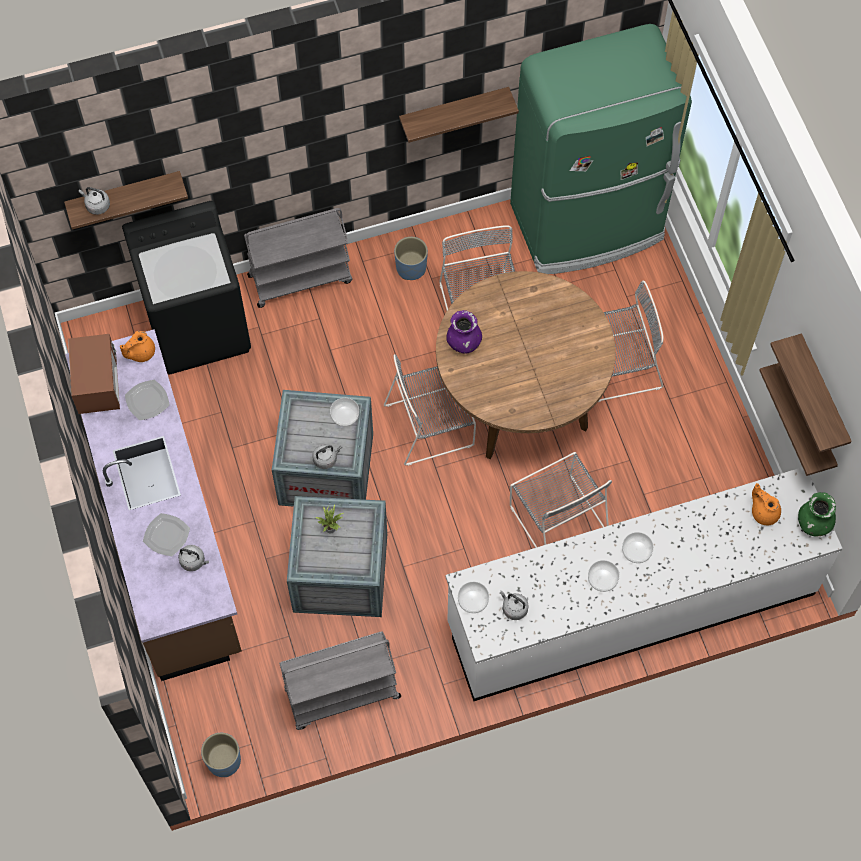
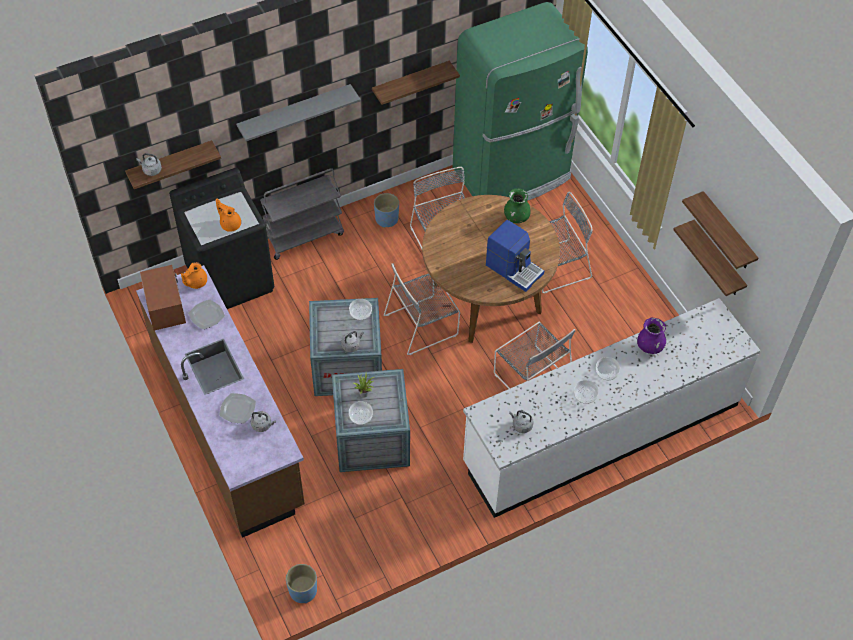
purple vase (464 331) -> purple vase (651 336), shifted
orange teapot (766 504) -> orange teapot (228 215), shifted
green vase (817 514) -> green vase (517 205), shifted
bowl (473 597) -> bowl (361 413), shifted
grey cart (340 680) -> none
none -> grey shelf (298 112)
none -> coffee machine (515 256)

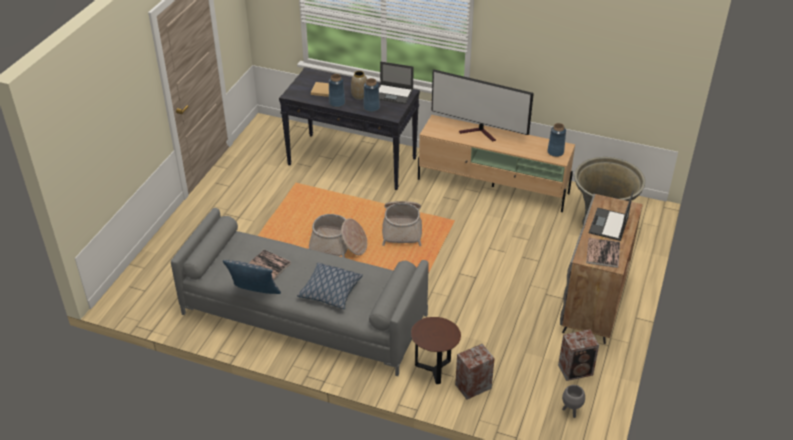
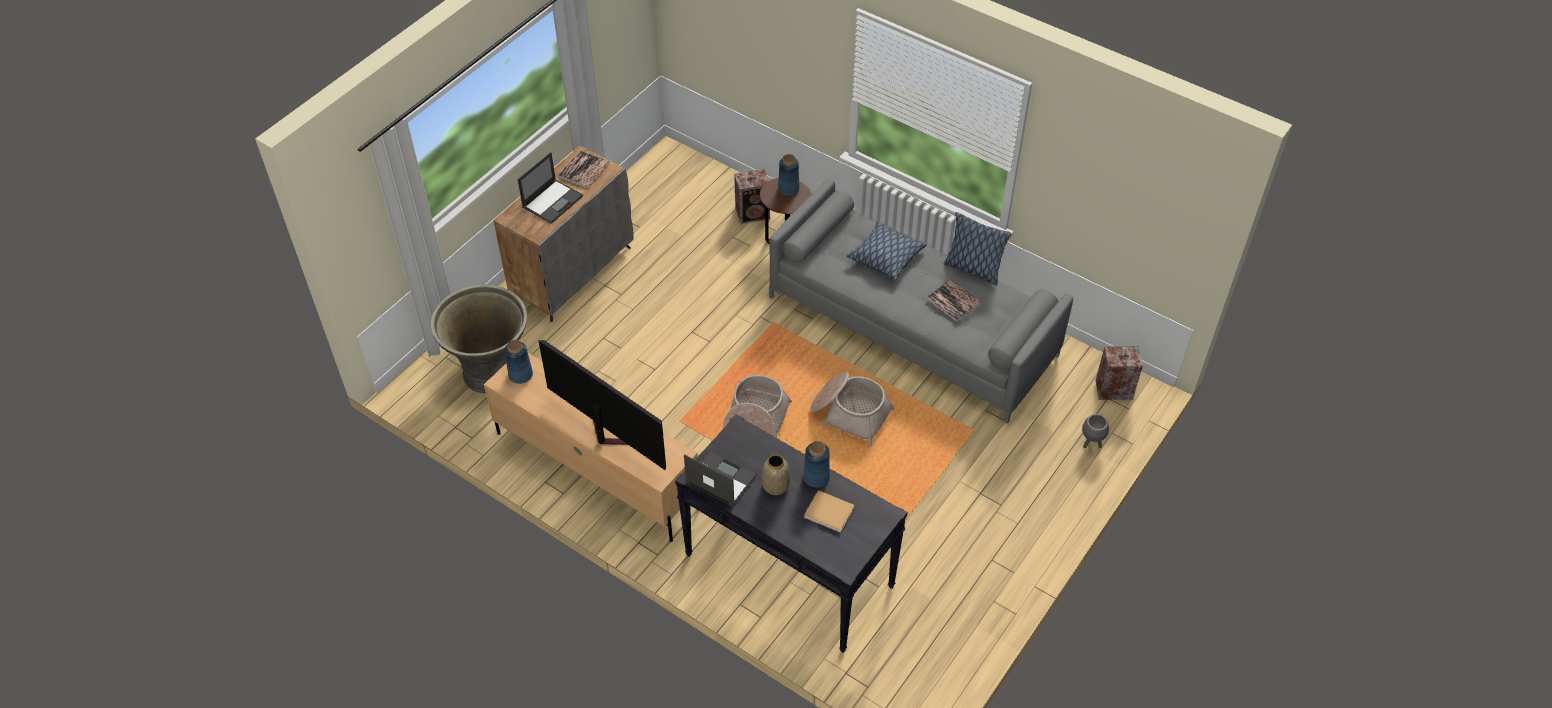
blue vase (371 95) -> blue vase (788 175), shifted
speaker (578 355) -> speaker (1119 373), shifted
grey planter (573 401) -> grey planter (1095 431), shifted

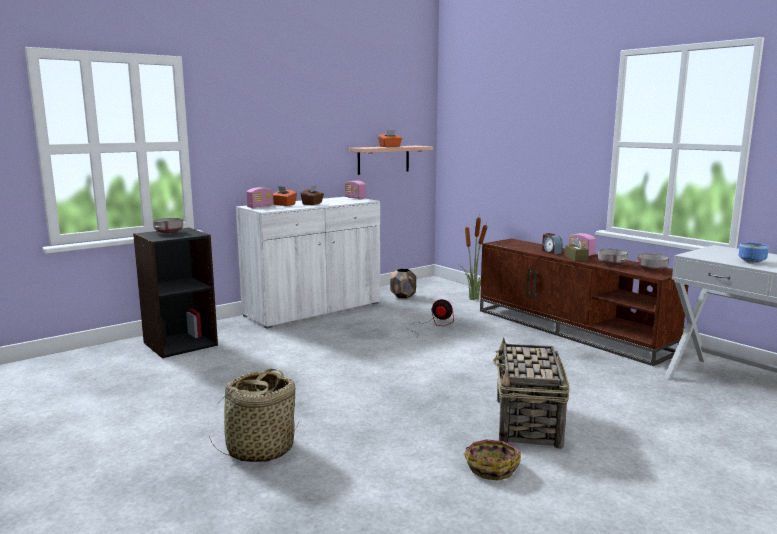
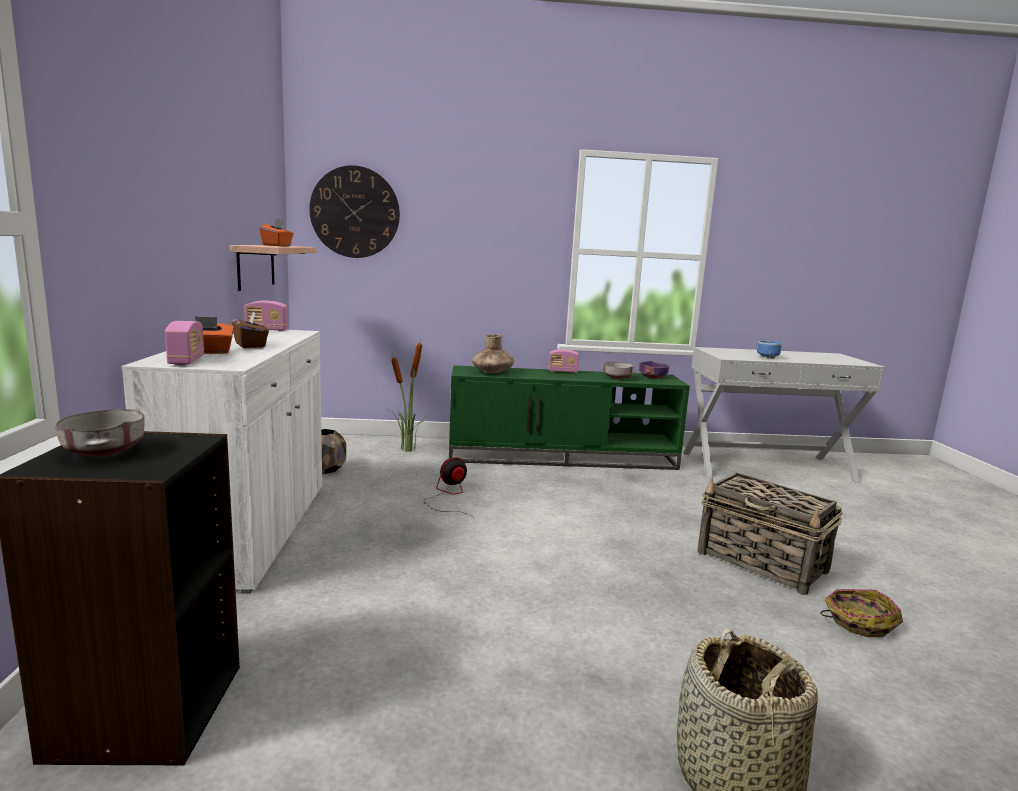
alarm clock (552 243) -> none
brown tissue box (577 249) -> none
brown tv stand (584 302) -> green tv stand (569 417)
grey bowl (653 262) -> purple bowl (654 370)
none -> wall clock (354 211)
none -> brown vase (493 354)

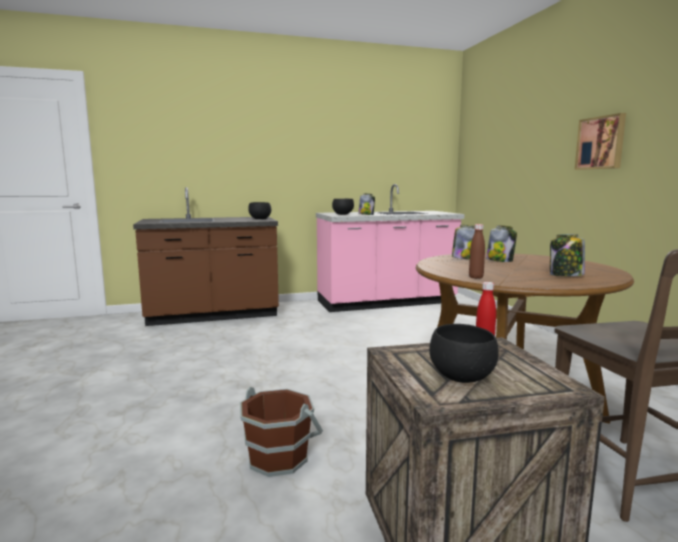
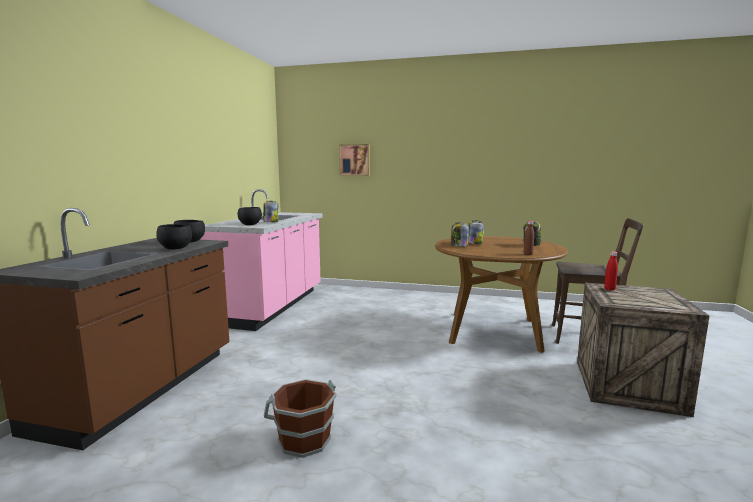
picture (600 141) -> picture (354 160), shifted
black bowl (464 353) -> black bowl (174 236), shifted
brown bucket (281 432) -> brown bucket (300 418), shifted

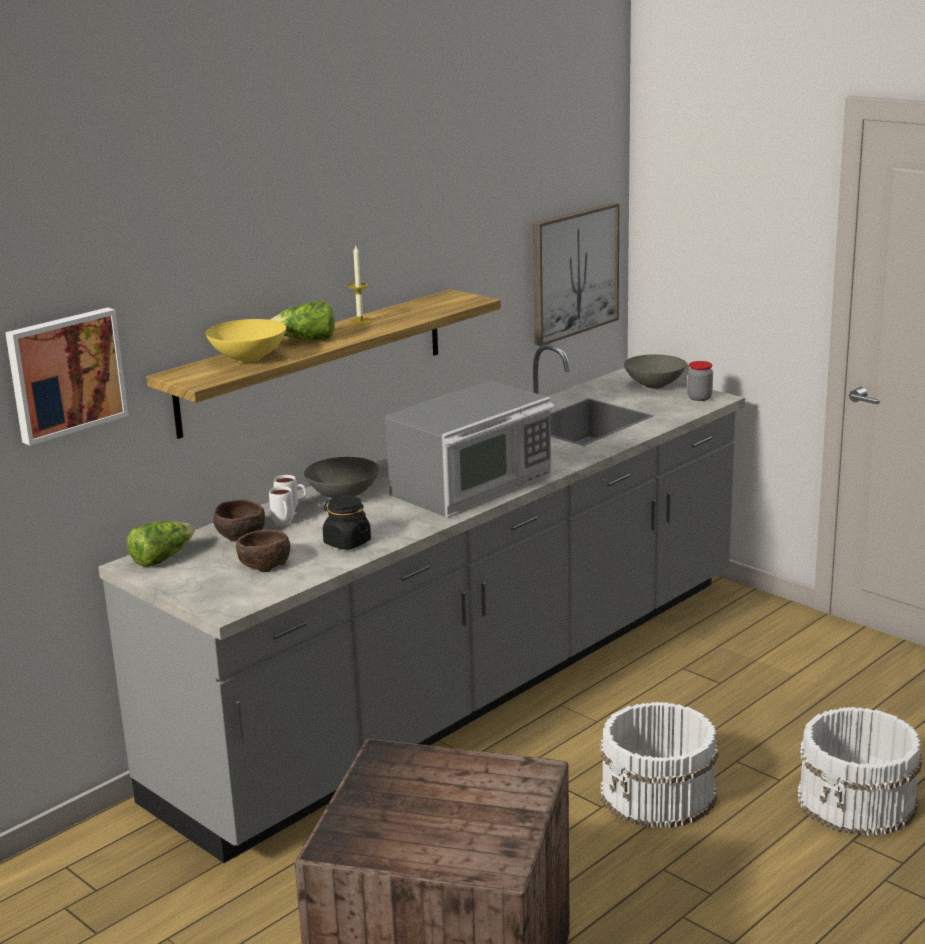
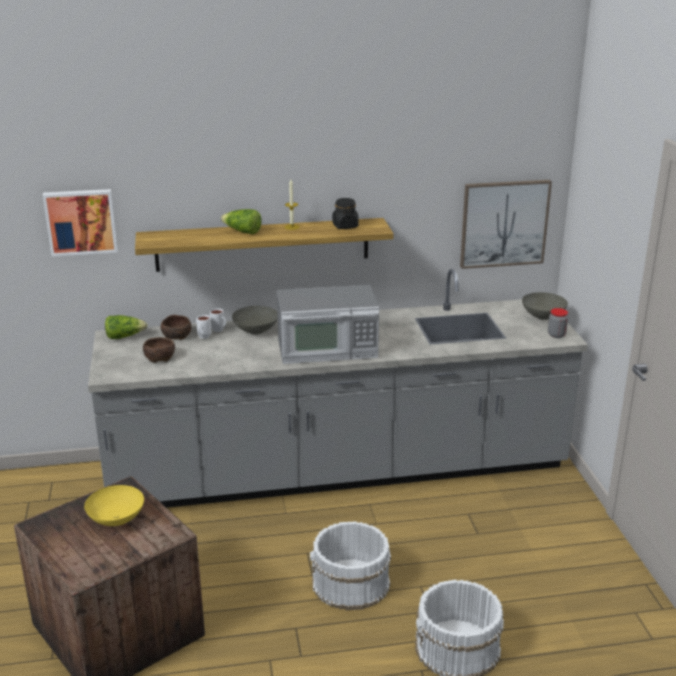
yellow bowl (246 341) -> yellow bowl (114 505), shifted
black jar (347 522) -> black jar (345 213), shifted

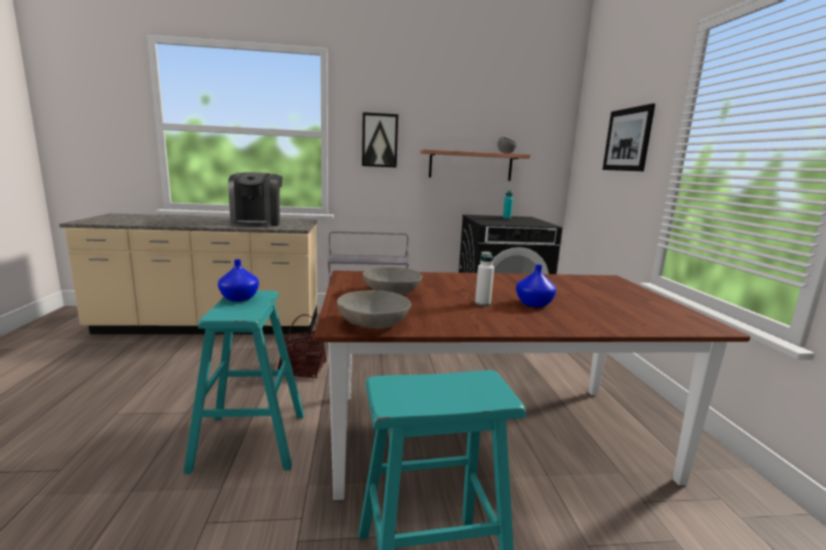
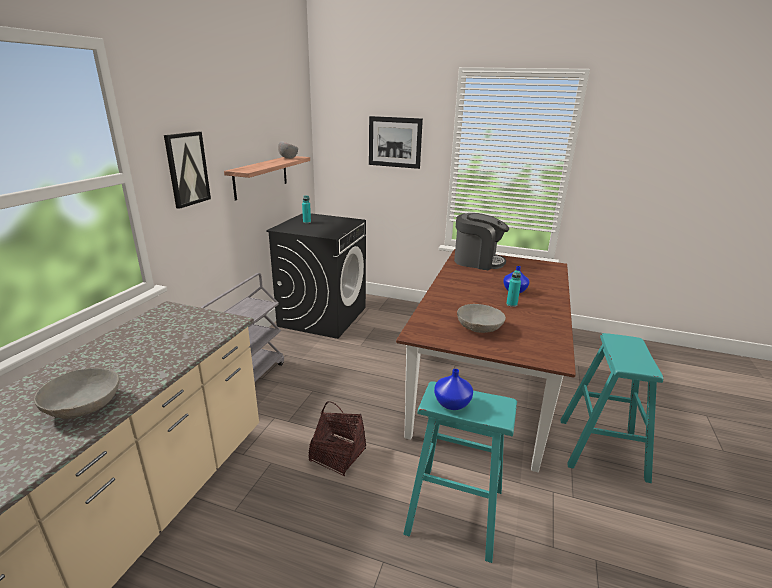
coffee machine (255 199) -> coffee machine (481 241), shifted
white bottle (484 278) -> turquoise bottle (513 288)
grey bowl (374 309) -> grey bowl (76 393), shifted

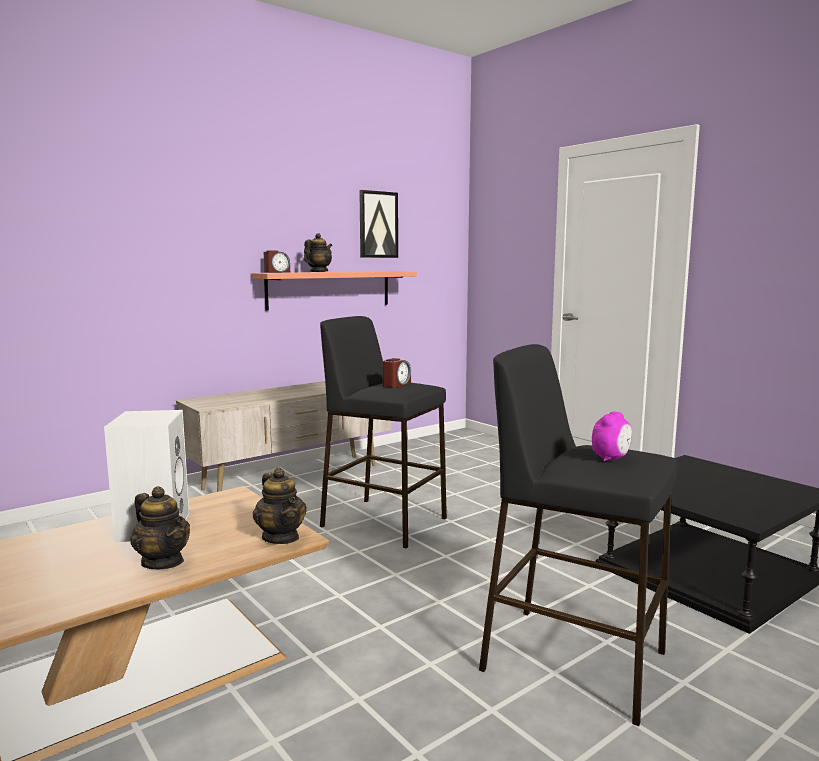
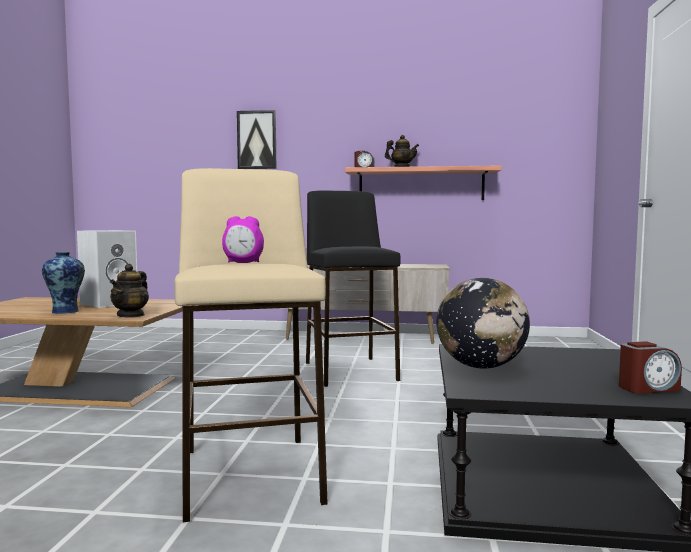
picture (378 224) -> picture (256 139), shifted
black stool (578 535) -> beige stool (251 345)
alarm clock (397 373) -> alarm clock (650 367), shifted
teapot (160 527) -> vase (63 283)
none -> globe (483 323)

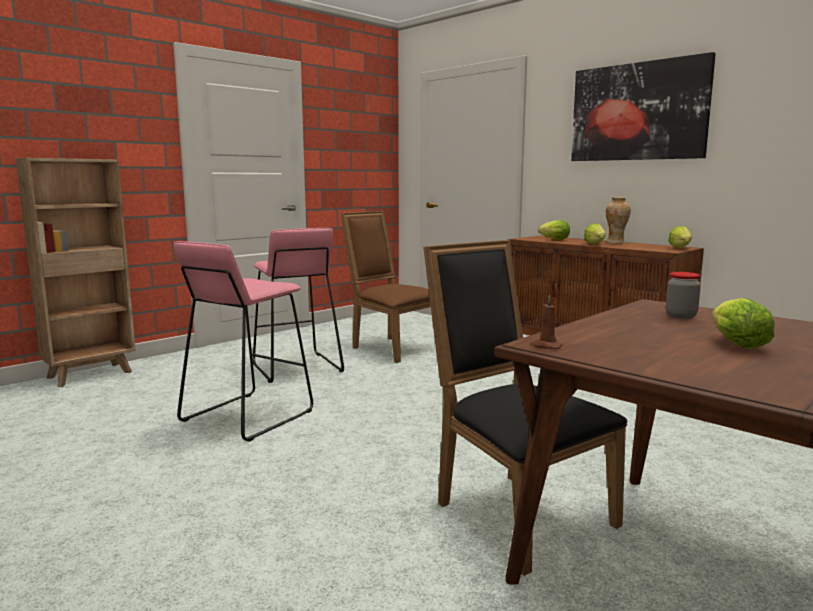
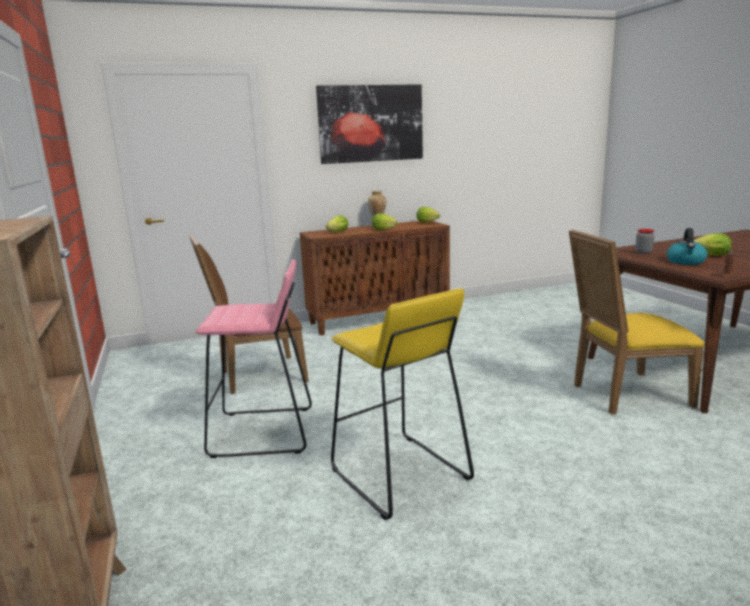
black chair (525 408) -> yellow chair (637 322)
pink stool (243 341) -> yellow stool (402 404)
none -> kettle (687 246)

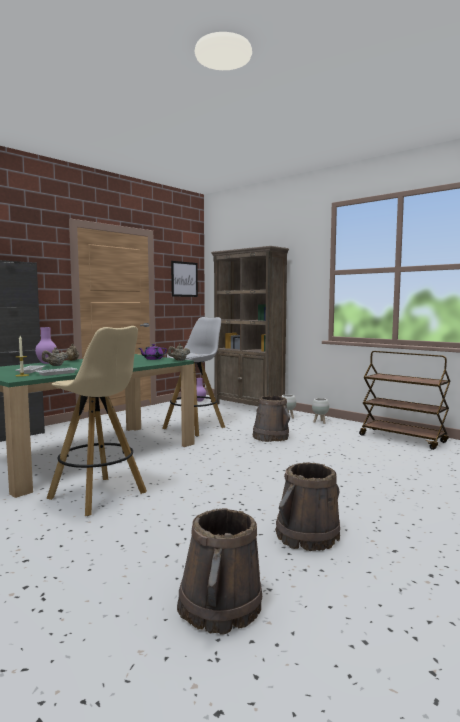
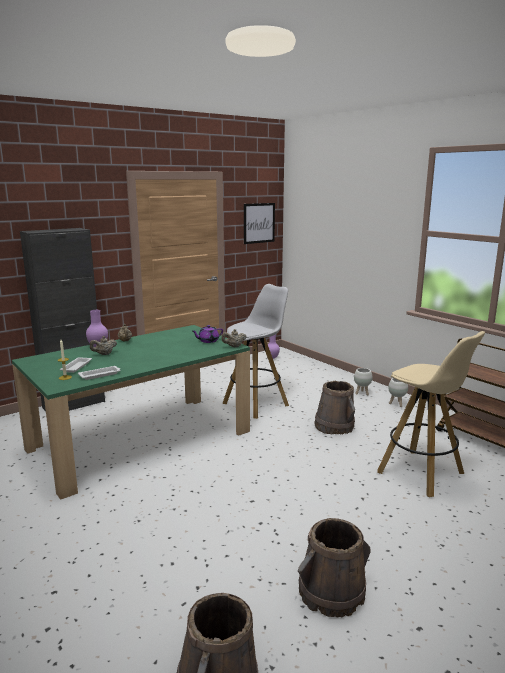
brown bookcase (250 326) -> none
beige stool (96 421) -> beige stool (431 414), shifted

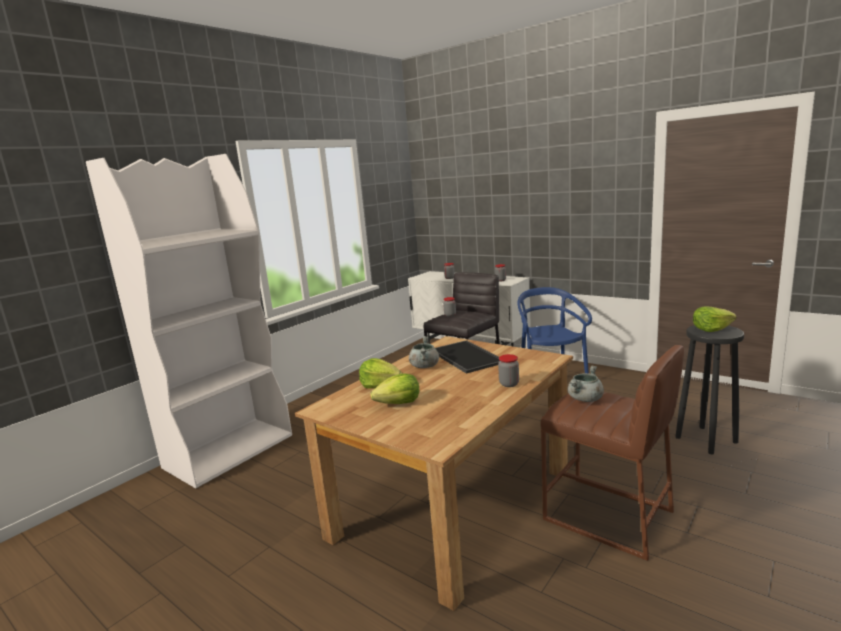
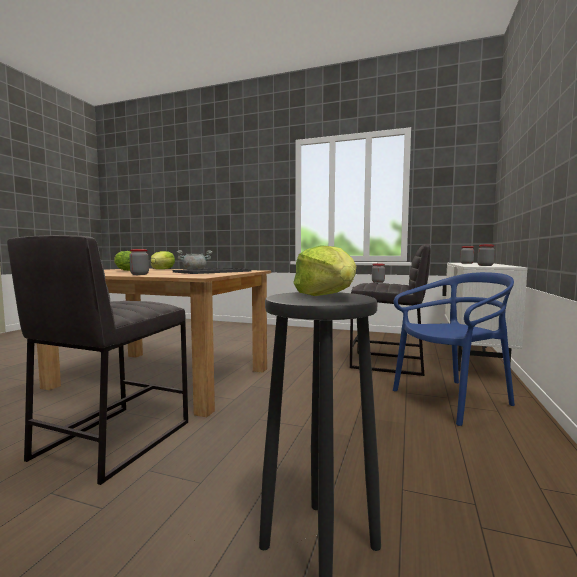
white bookcase (189 321) -> none
brown stool (612 453) -> grey stool (97 360)
grey cooking pot (586 384) -> none

